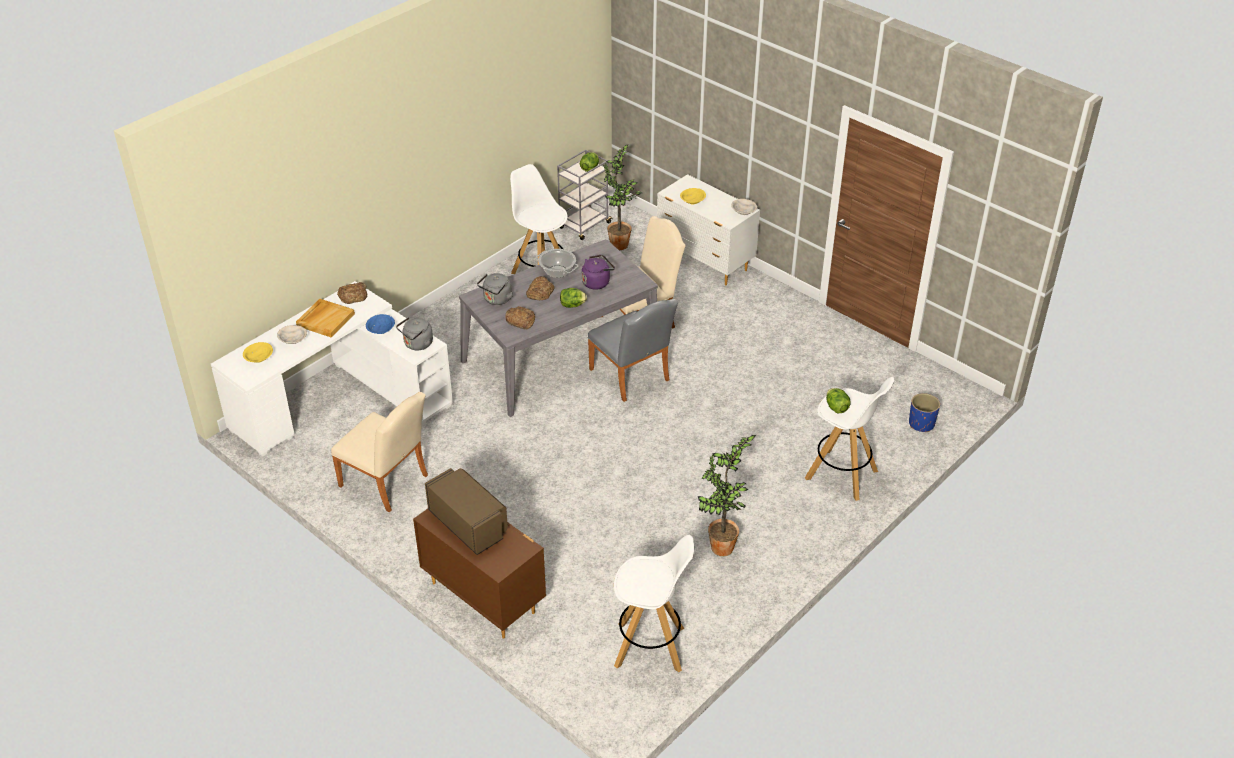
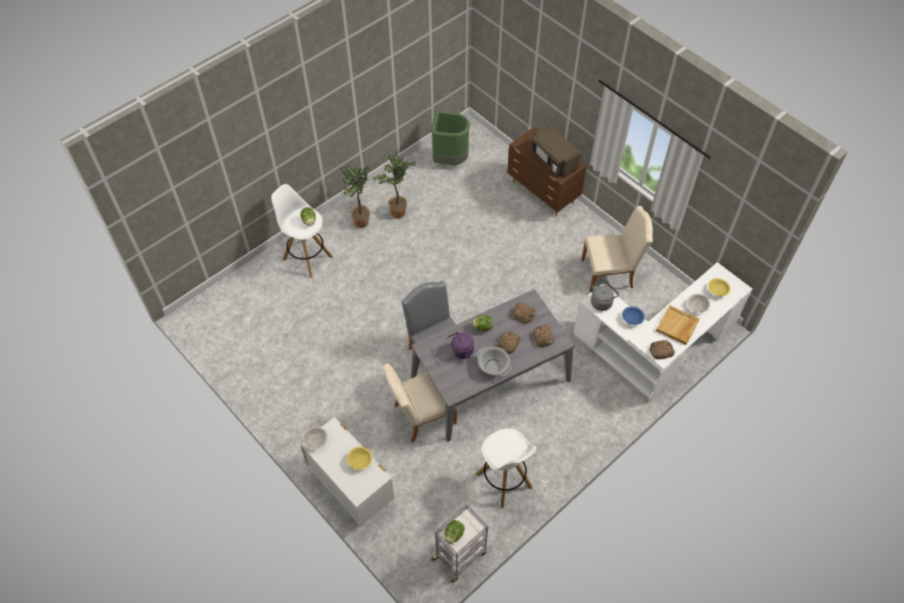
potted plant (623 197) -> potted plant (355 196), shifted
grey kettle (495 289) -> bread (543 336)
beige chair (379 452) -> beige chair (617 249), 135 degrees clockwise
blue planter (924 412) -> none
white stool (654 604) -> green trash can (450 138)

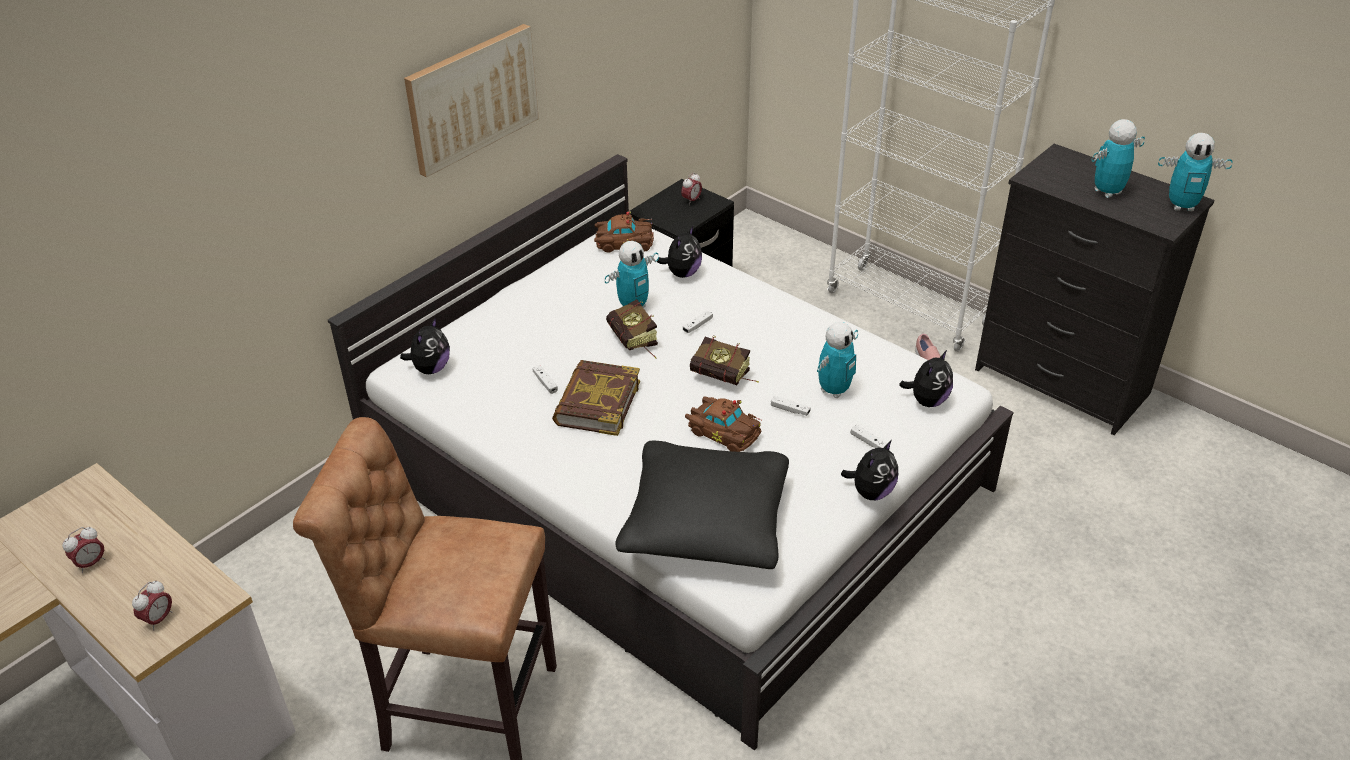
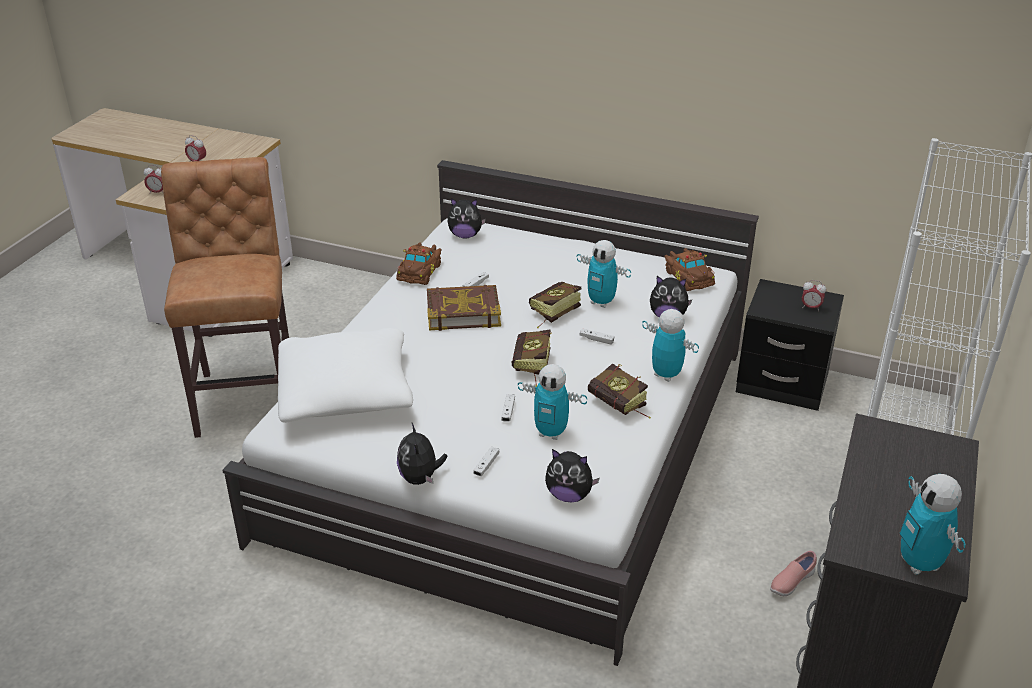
picture (471 100) -> none
toy robot (1118 158) -> toy robot (670 345), shifted
brown toy car (723 424) -> brown toy car (419 264), shifted
plush toy (869 470) -> plush toy (422 454), 60 degrees clockwise
black pillow (702 505) -> white pillow (345 375)
none -> book (619 391)

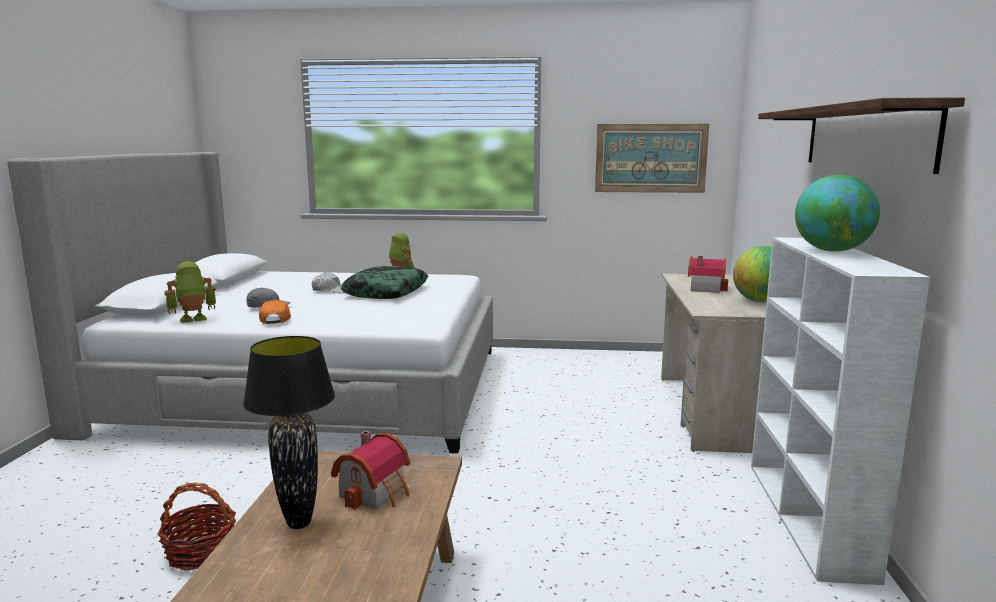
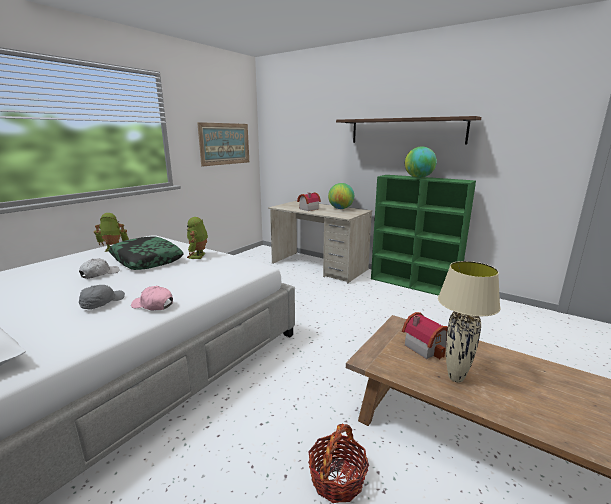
white bookcase (840 411) -> green bookcase (423 235)
toy robot (190 292) -> toy robot (197 238), shifted
orange cap (275 312) -> pink cap (152 298)
black table lamp (289 432) -> beige table lamp (469 321)

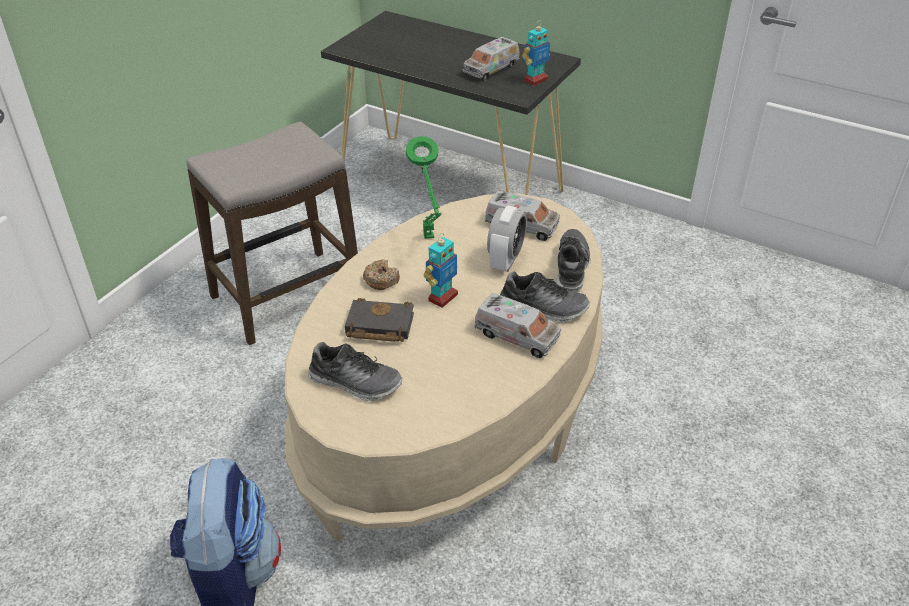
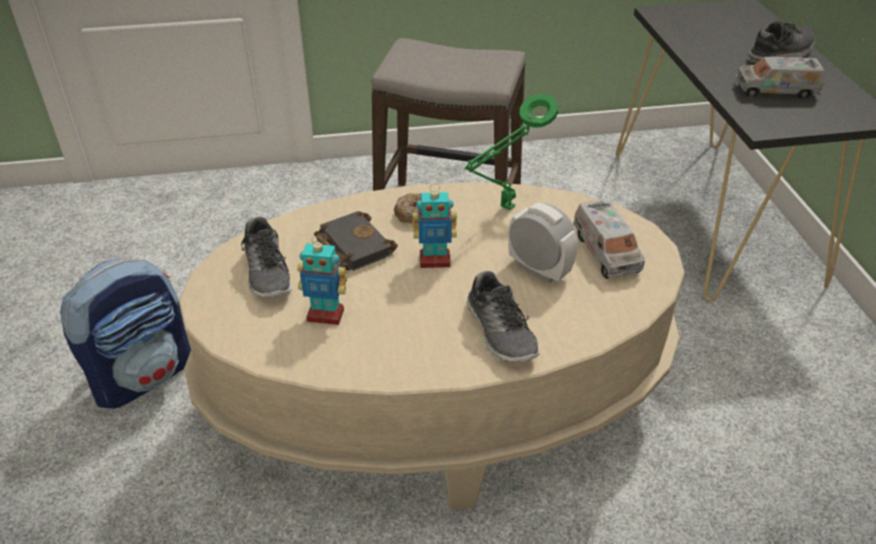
toy robot (536 53) -> toy robot (322 280), shifted
alarm clock (507 239) -> alarm clock (543 243), 120 degrees counterclockwise
shoe (573 261) -> shoe (781 42), shifted
toy truck (517 325) -> none

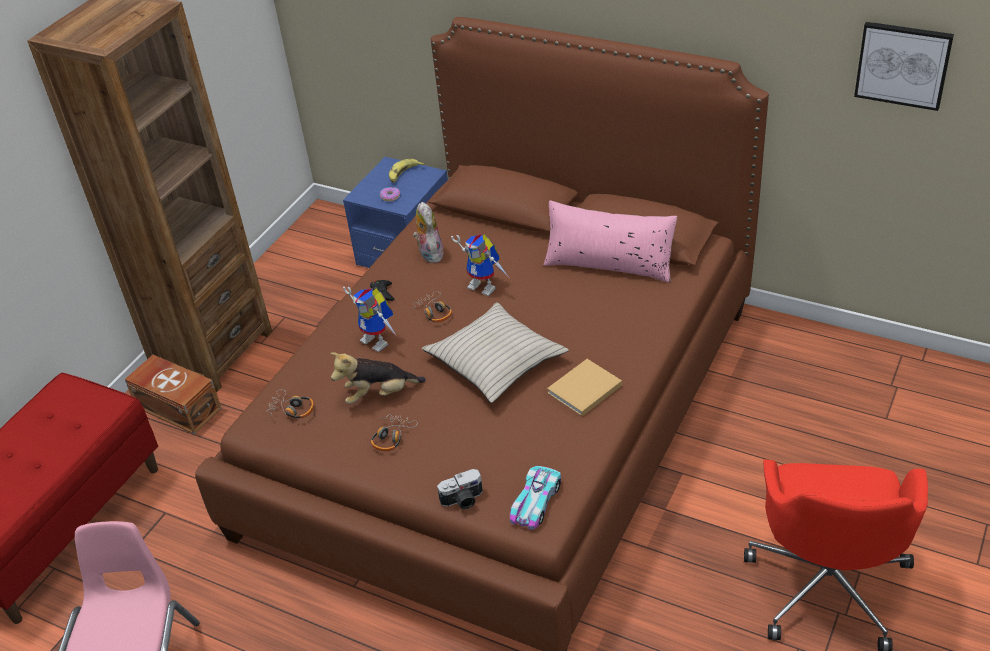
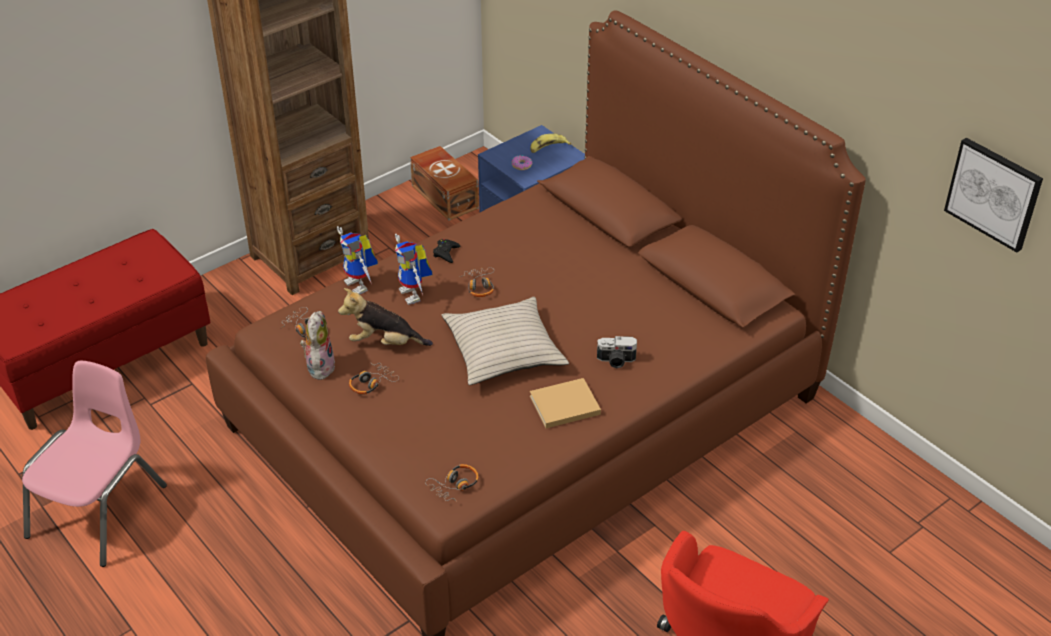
pink pillow (610 241) -> none
plush toy (429 232) -> plush toy (317 345), shifted
toy robot (479 265) -> toy robot (357 260), shifted
brown storage box (173 394) -> brown storage box (444 183), shifted
toy car (535 498) -> headphones (452 483)
photo camera (460 489) -> photo camera (617 352), shifted

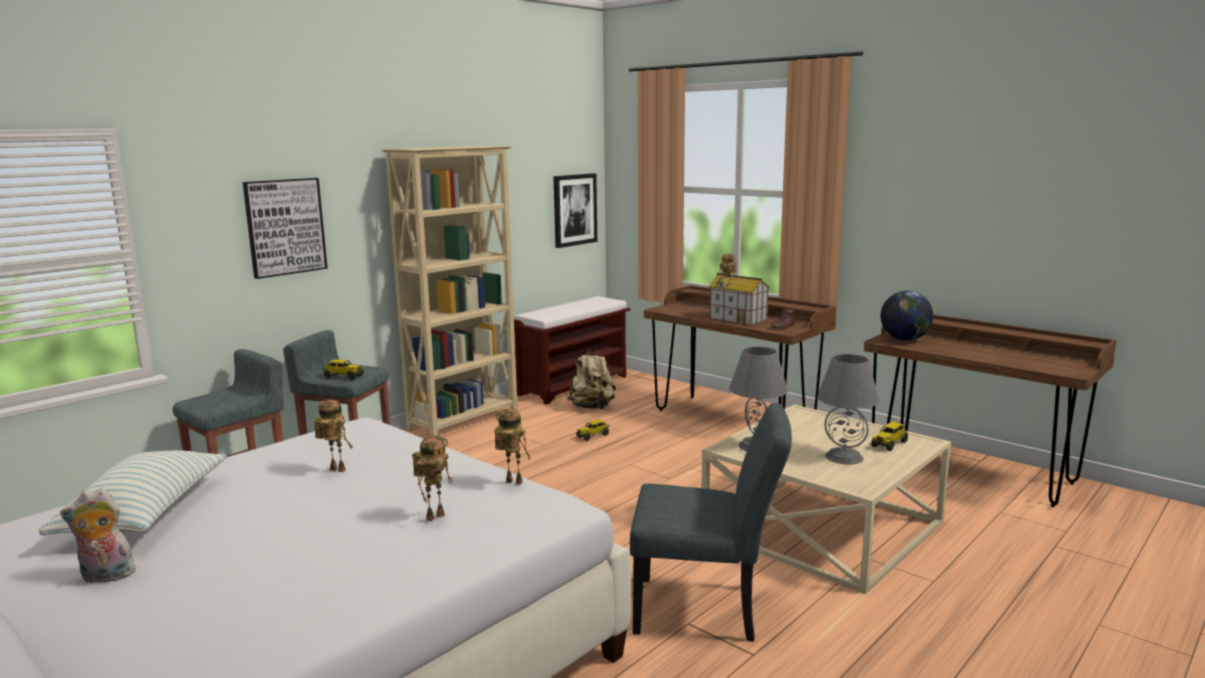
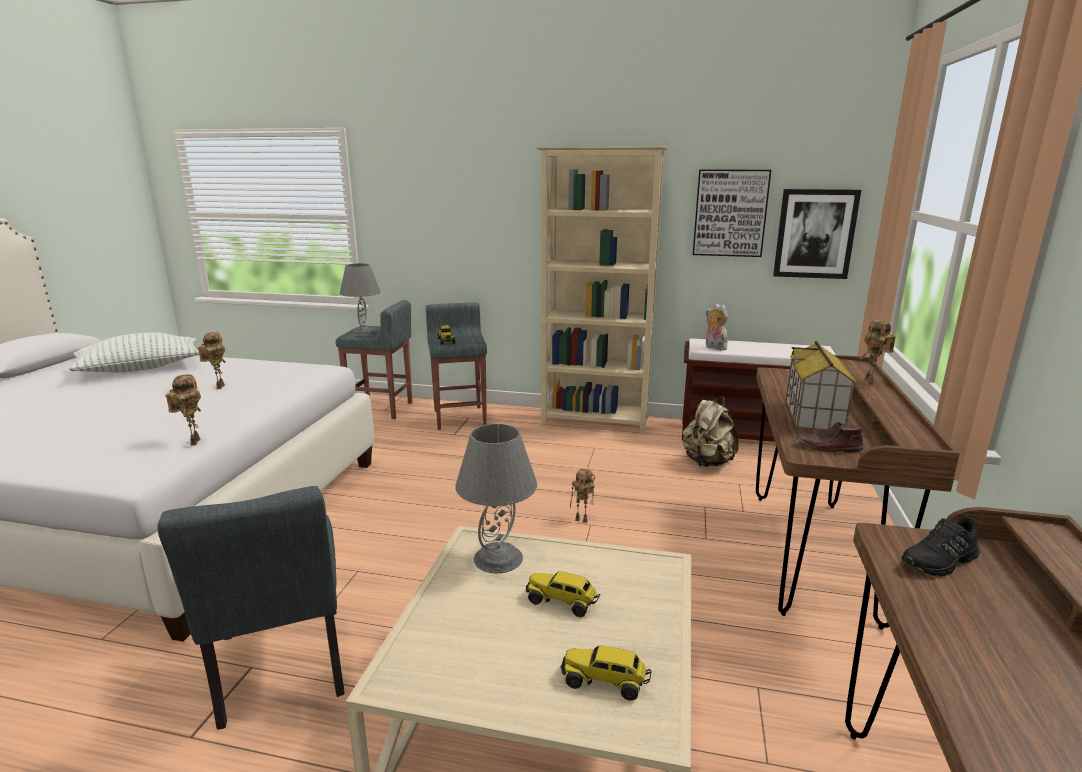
picture (285 228) -> picture (732 213), shifted
globe (907 316) -> black shoe (940 546)
grey table lamp (848 409) -> grey table lamp (360 299), shifted
toy truck (592 430) -> toy truck (563 594), shifted
toy robot (432 478) -> toy robot (582 496), shifted
plush toy (99 535) -> plush toy (717 327), shifted

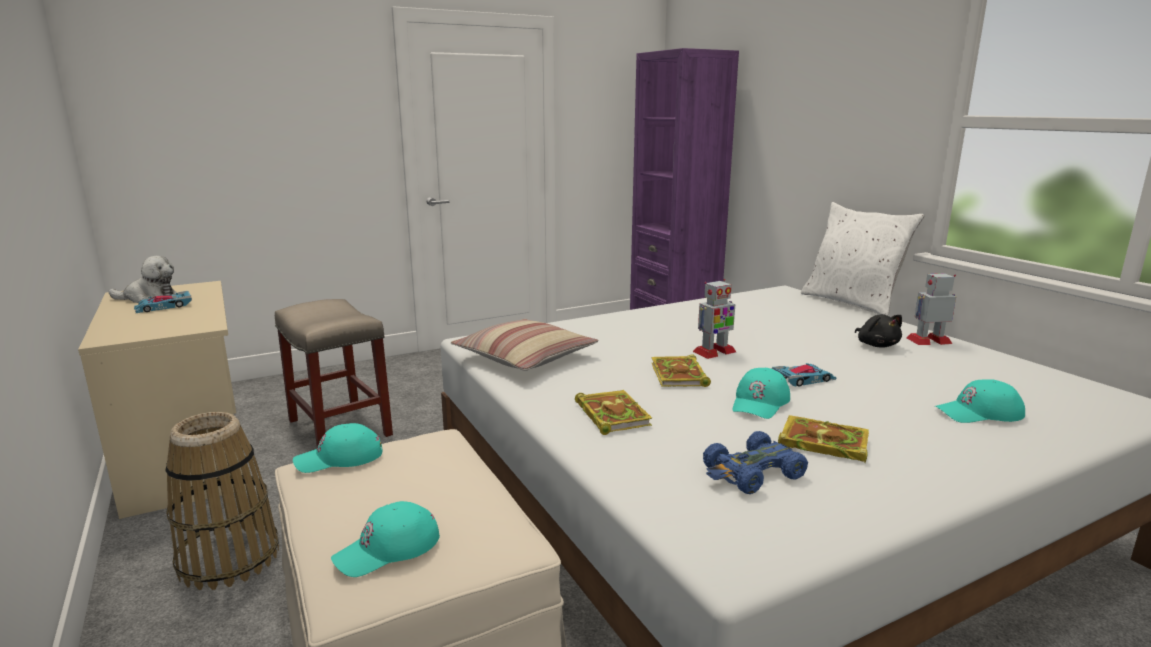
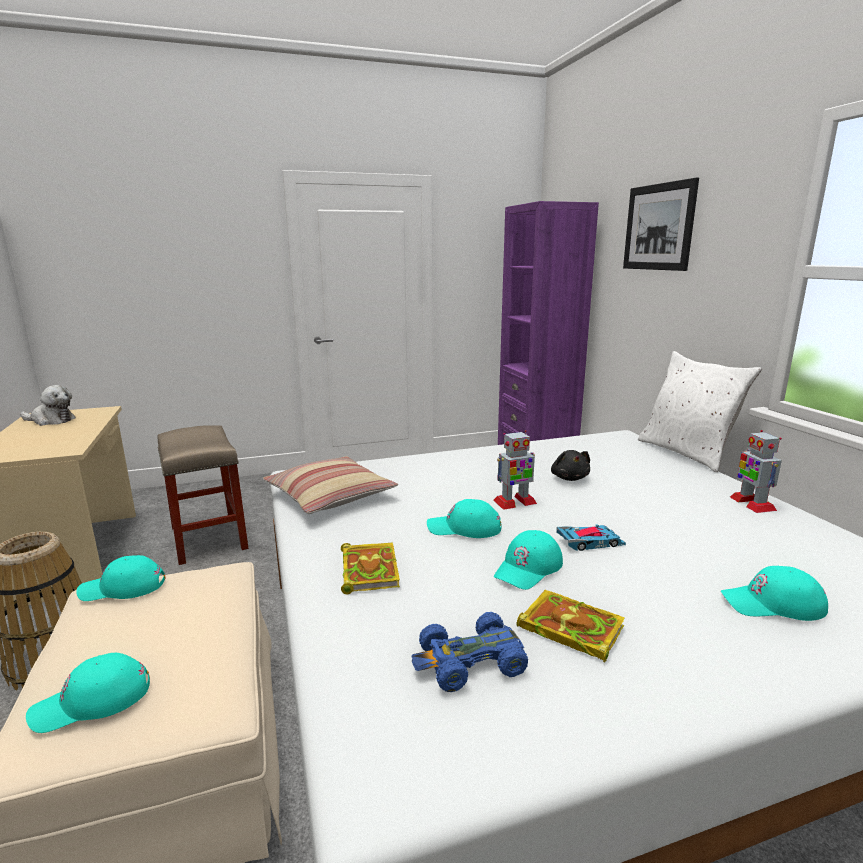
toy robot (931 309) -> toy robot (756 471), 105 degrees counterclockwise
toy car (163 302) -> none
black plush toy (878 331) -> black plush toy (570 465), shifted
book (681 370) -> turquoise cap (464 518)
none -> picture (661 224)

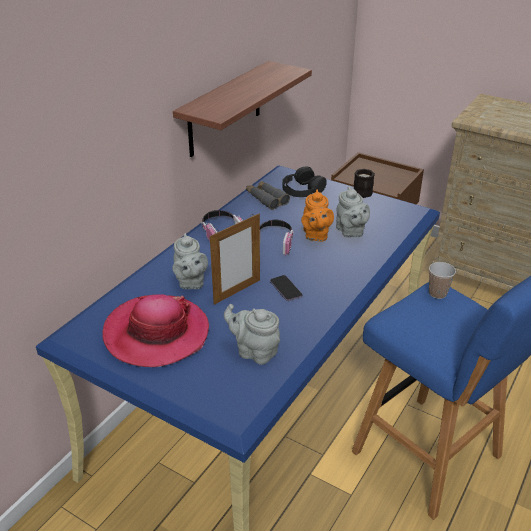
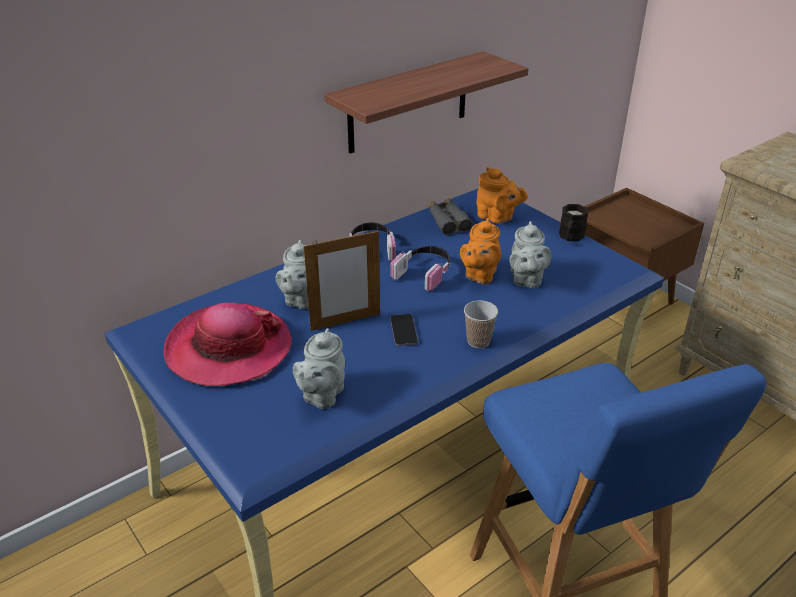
black headphones (304 181) -> orange teapot (502 195)
cup (442 280) -> cup (481 324), shifted
grey teapot (252 334) -> grey teapot (319 368), 120 degrees counterclockwise

